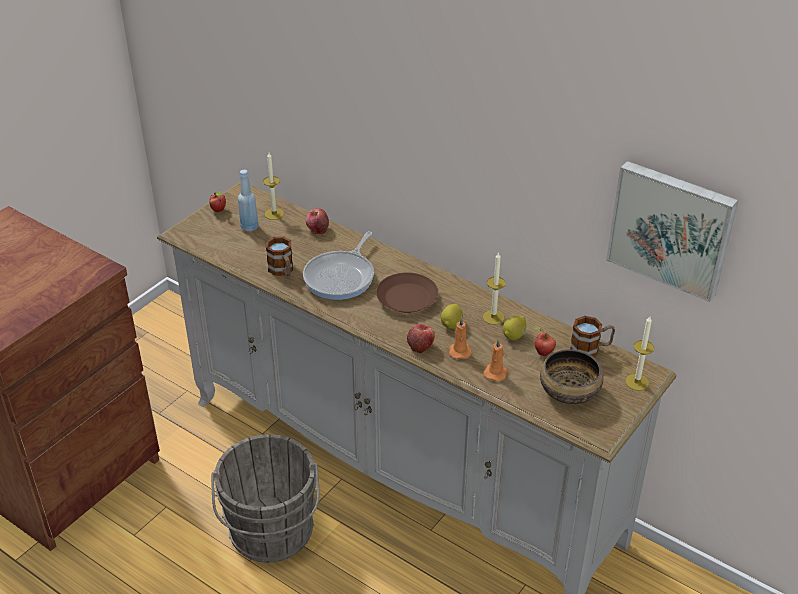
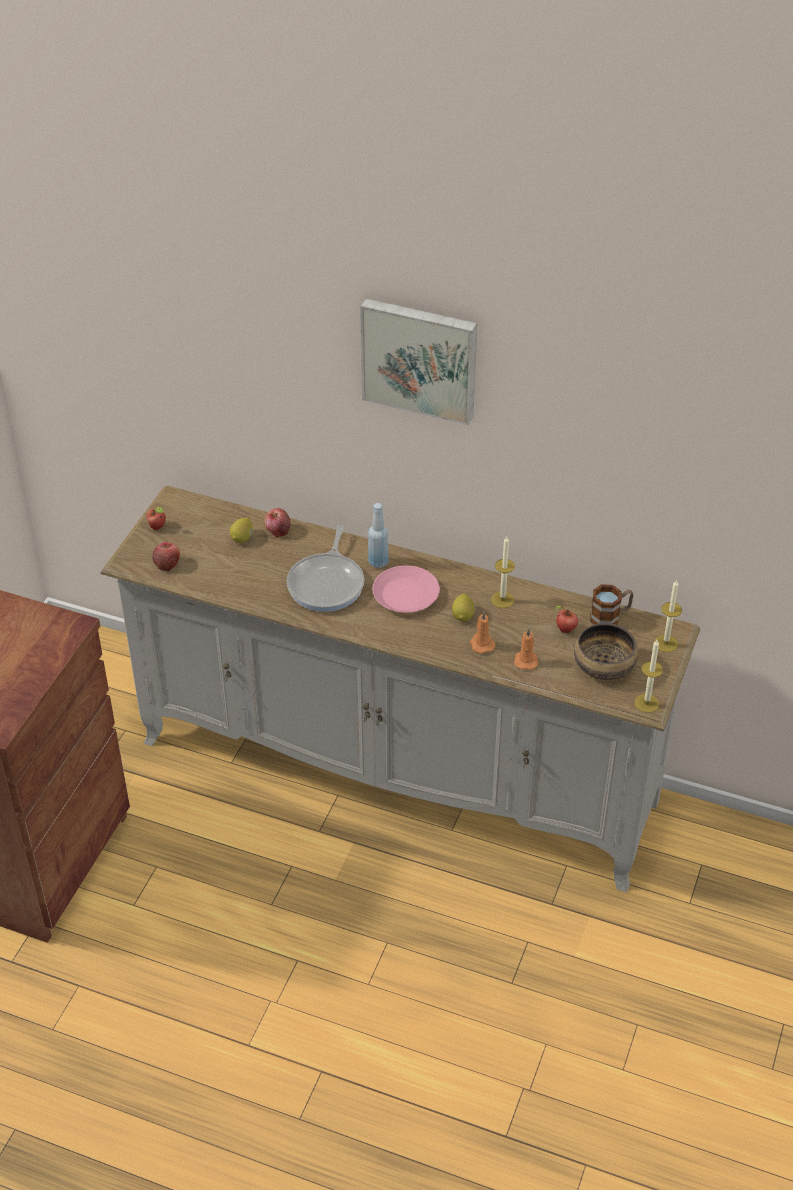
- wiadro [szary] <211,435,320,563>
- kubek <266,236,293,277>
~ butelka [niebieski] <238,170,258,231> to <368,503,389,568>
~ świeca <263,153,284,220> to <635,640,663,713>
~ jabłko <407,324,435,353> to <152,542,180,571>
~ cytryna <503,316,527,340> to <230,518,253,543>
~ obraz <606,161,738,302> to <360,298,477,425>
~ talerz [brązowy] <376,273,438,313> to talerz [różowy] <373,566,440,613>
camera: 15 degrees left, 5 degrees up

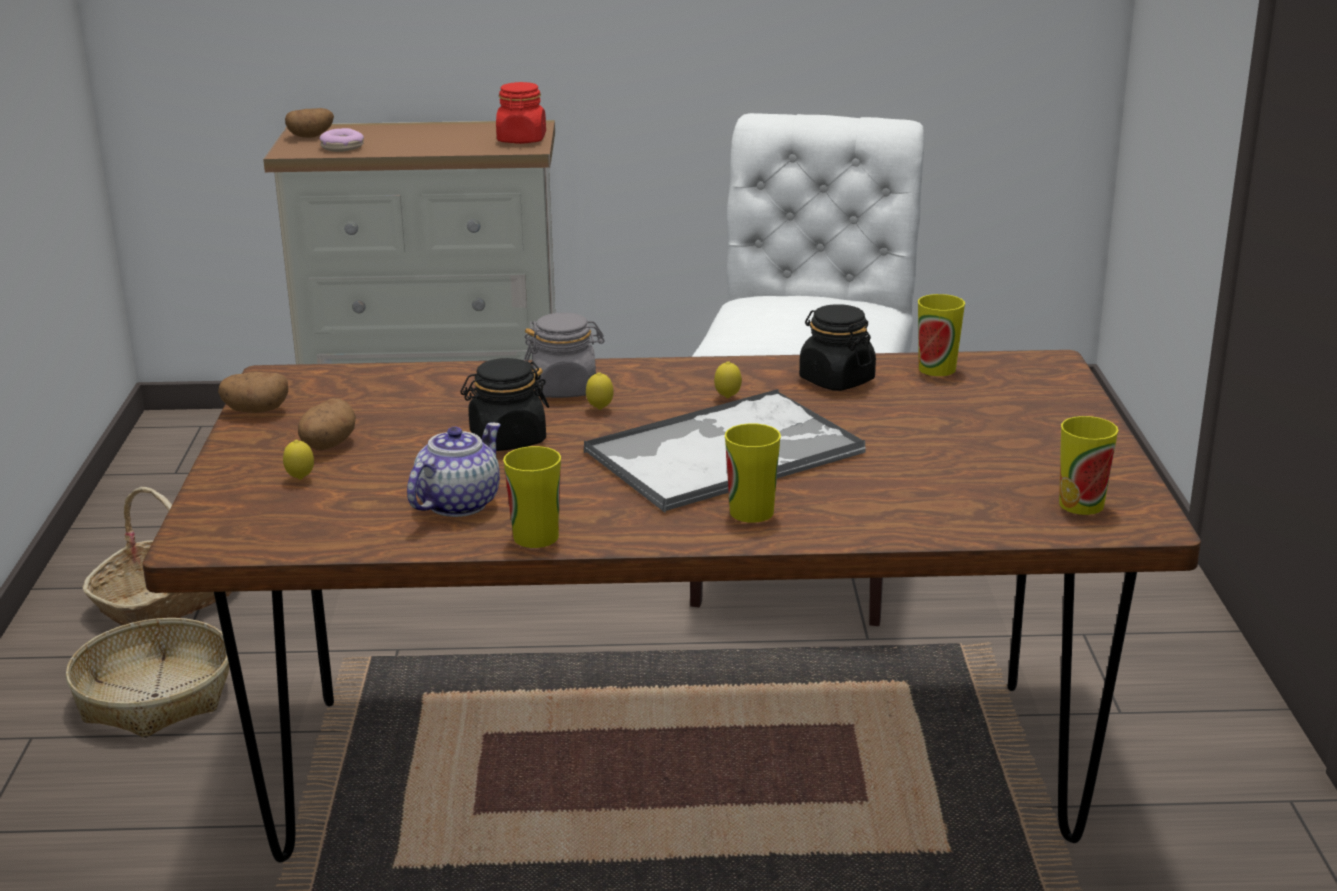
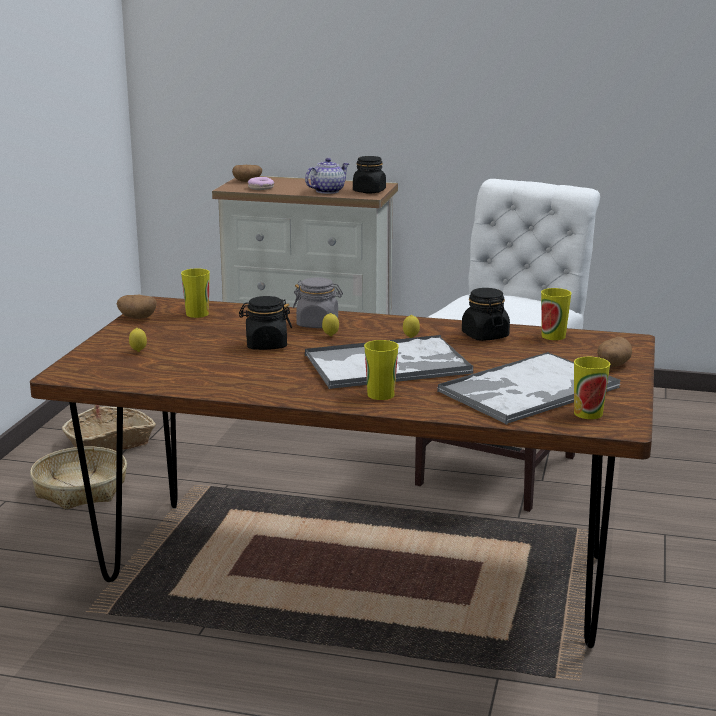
+ taca <437,352,620,424>
~ ziemniak <298,398,356,451> to <597,337,632,368>
~ imbryk <407,422,501,517> to <305,158,349,194>
~ filiżanka <503,446,561,548> to <181,268,210,318>
~ słoik [czerwony] <496,82,546,144> to słoik [czarny] <353,156,386,193>
camera: 15 degrees right, 5 degrees down

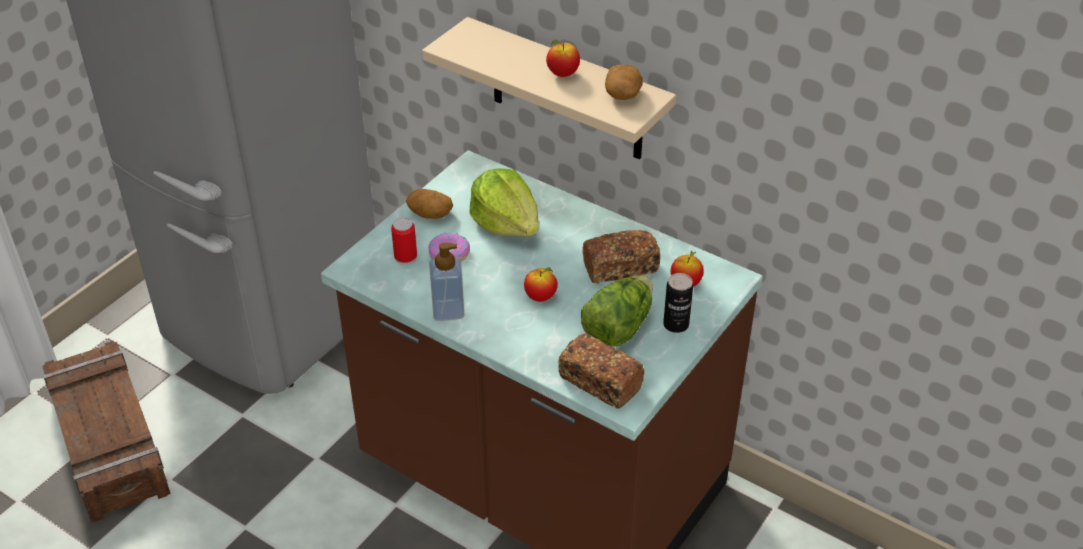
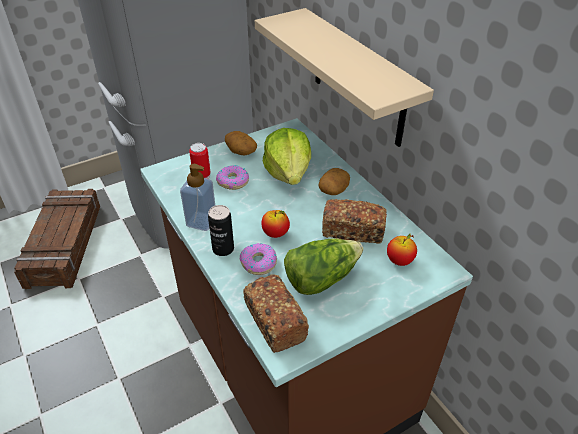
- jabłko <546,40,580,77>
+ donut <240,243,277,275>
~ ziemniak <605,65,643,100> to <319,168,350,195>
~ puszka <663,273,693,333> to <208,205,234,256>
camera: 25 degrees right, 0 degrees up

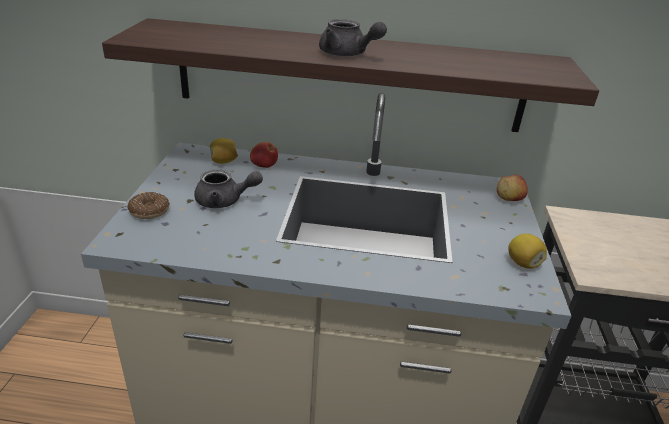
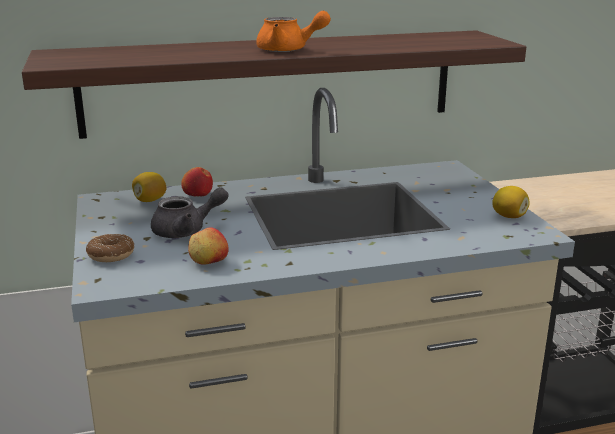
~ jabłko <497,175,528,201> to <188,227,229,265>
~ imbryk [szary] <319,19,387,57> to imbryk [pomarańczowy] <256,11,331,52>
camera: 20 degrees left, 10 degrees down

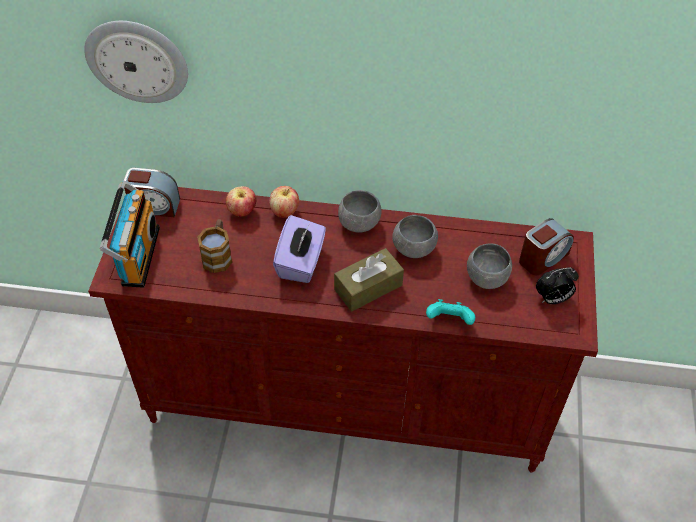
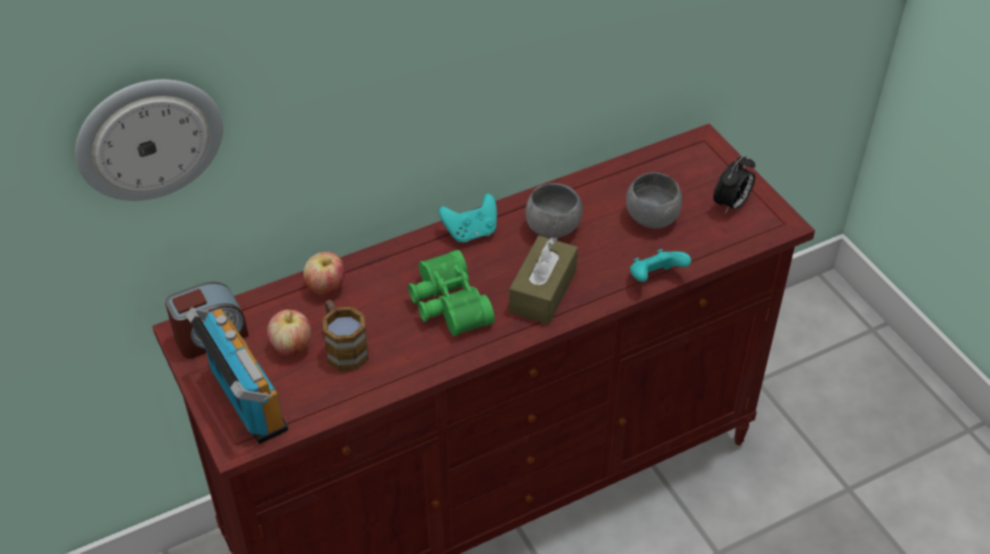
- budzik <519,218,574,275>
~ jabłko <269,186,299,218> to <267,309,311,356>
~ pudełko chusteczek [fioletowy] <273,215,326,283> to lornetka [zielony] <408,250,495,336>
~ miska [szary] <338,190,382,233> to pad do gier [turkusowy] <439,194,497,242>
camera: 35 degrees left, 5 degrees down

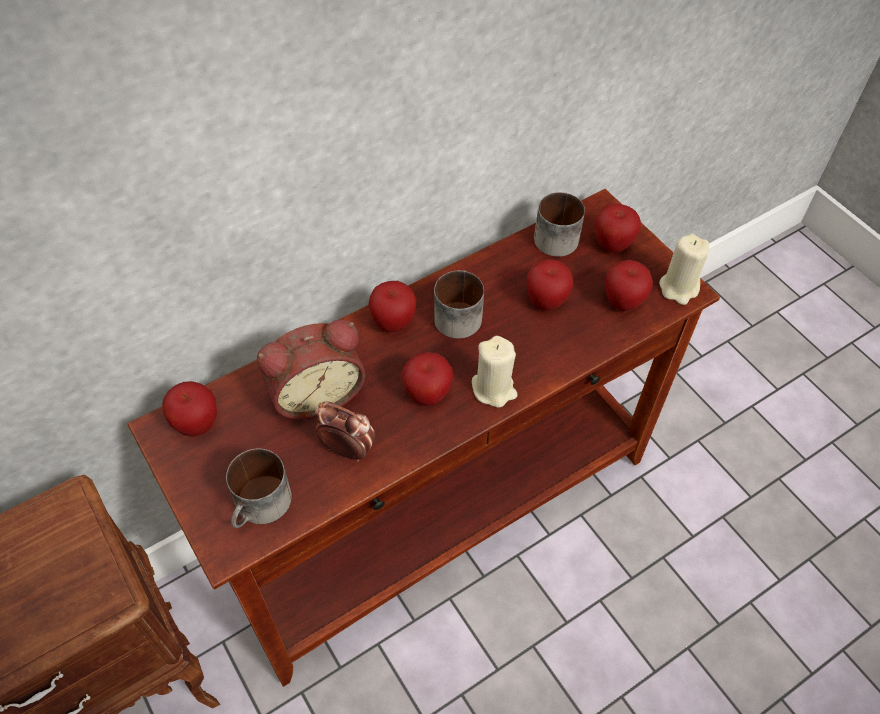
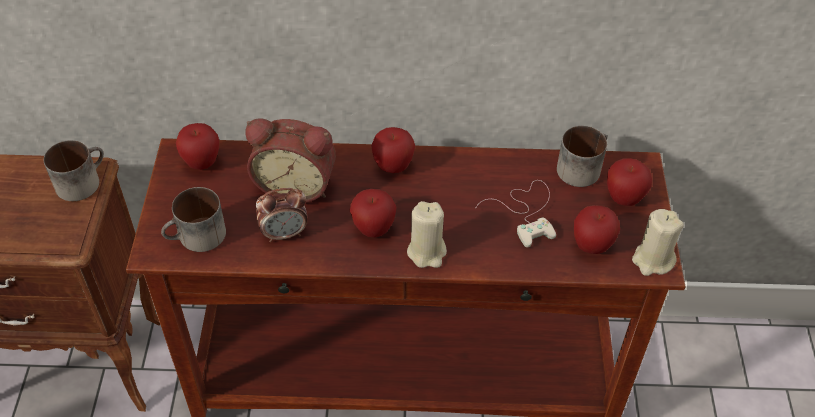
~ kubek <434,270,484,339> to <44,140,104,201>
~ jabłko <527,259,573,311> to pad do gier [biały] <475,180,556,248>
~ budzik <315,401,375,462> = <256,188,308,243> 105 degrees clockwise
camera: 35 degrees right, 5 degrees down

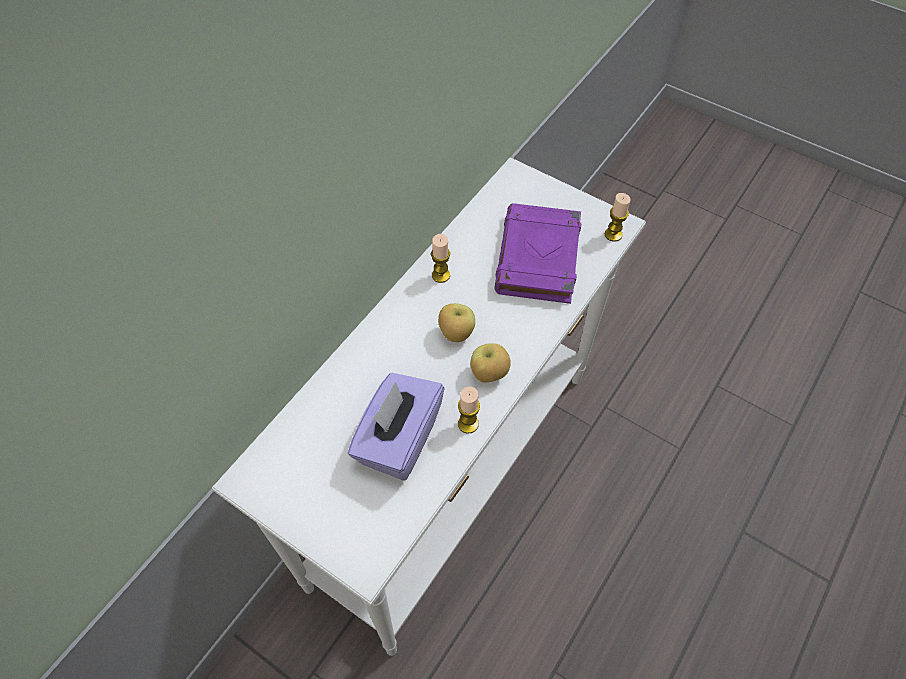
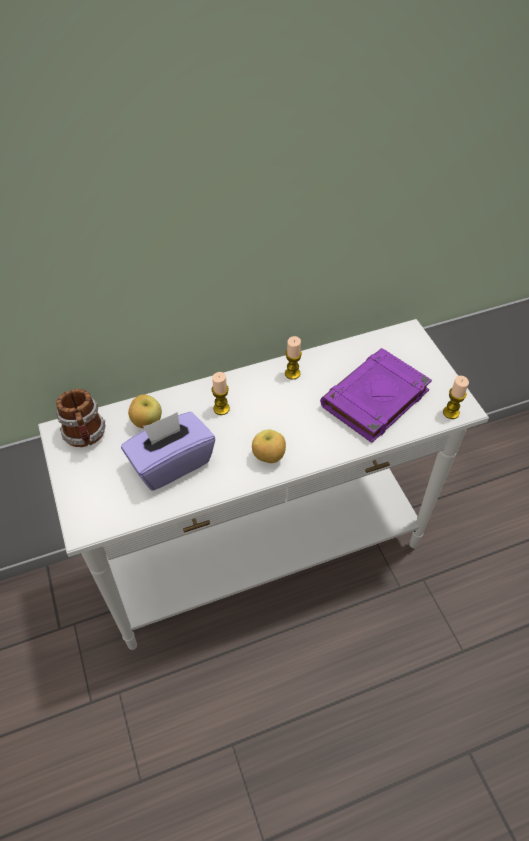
+ kubek <55,389,106,447>
~ jabłko <438,303,475,342> to <128,395,162,428>
~ świeca <458,386,480,433> to <211,372,230,415>
camera: 35 degrees right, 5 degrees down

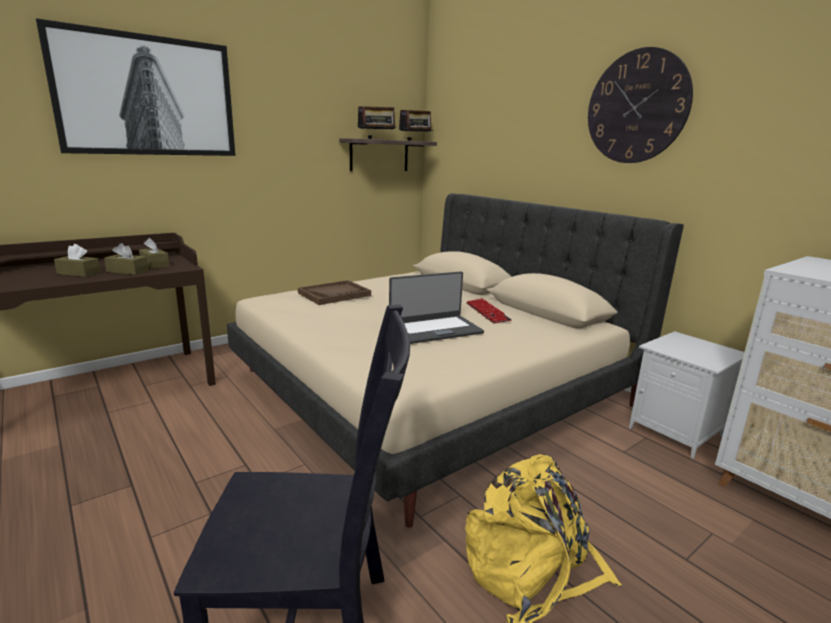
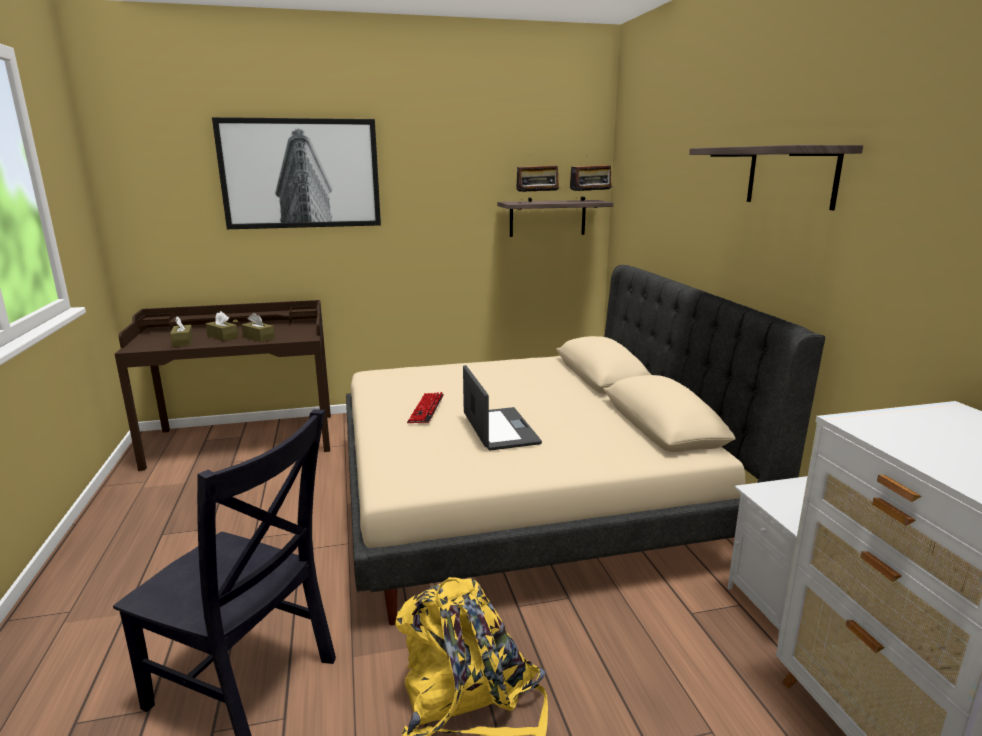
- taca [brązowy] <298,280,371,305>
~ pudełko chusteczek [brązowy] <139,238,170,269> to <170,316,193,347>
~ klawiatura <466,298,512,324> to <407,392,444,423>
~ zegar ścienny <588,47,693,163> to półka <689,145,863,210>
~ laptop <389,271,484,344> = <463,365,542,451> 105 degrees counterclockwise
camera: 25 degrees right, 0 degrees up

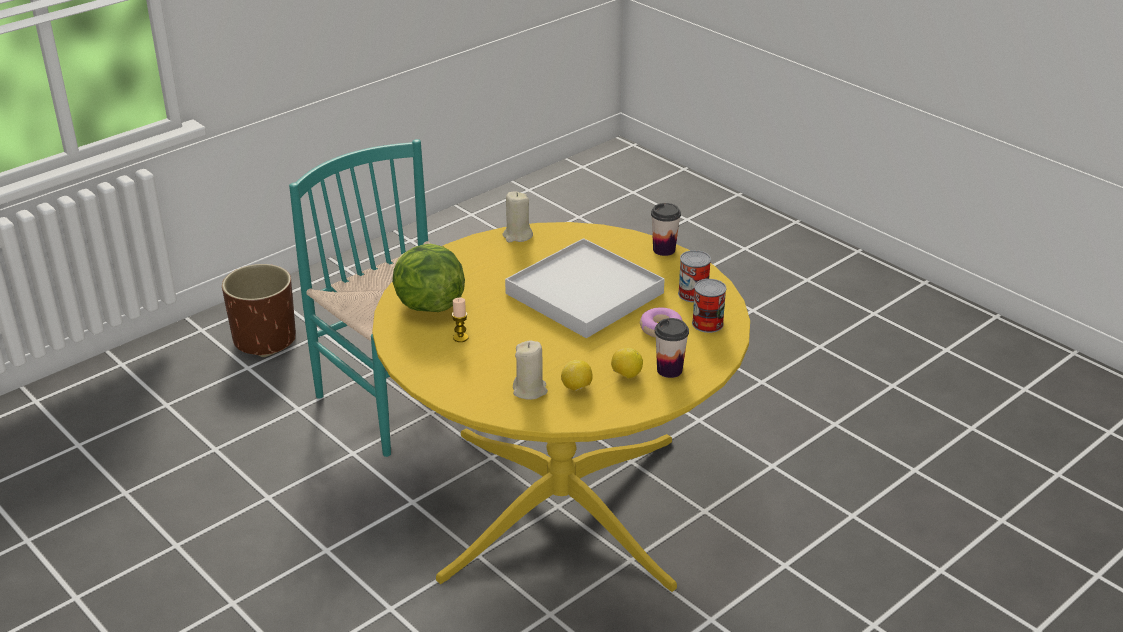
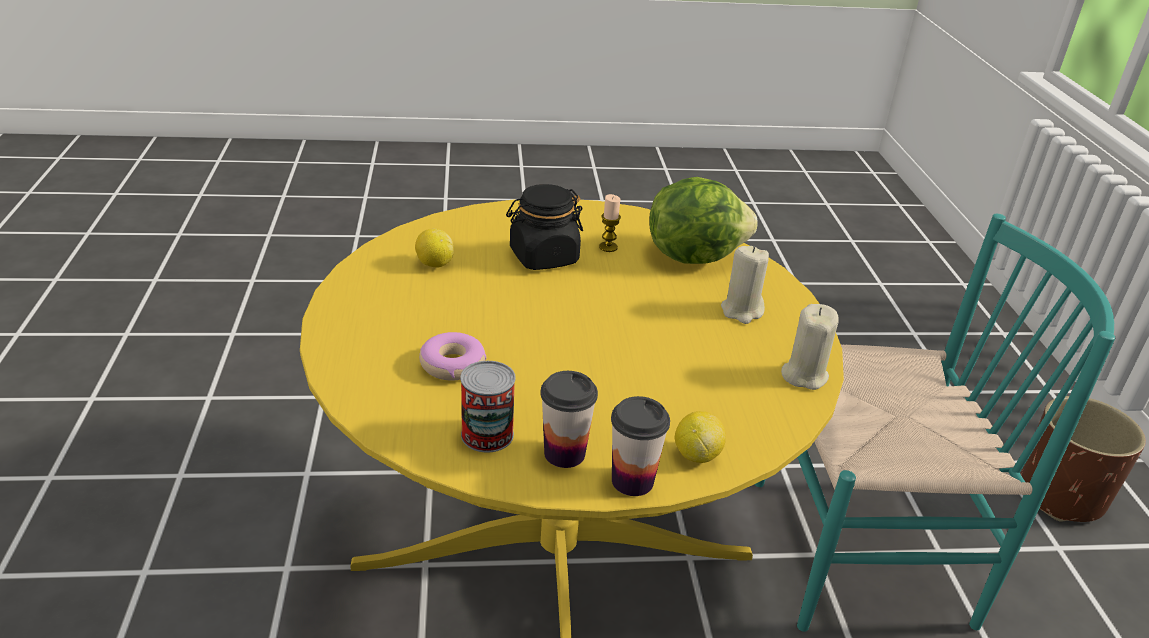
- taca [biały] <505,238,665,338>
- puszka <692,279,726,333>
+ słoik [czarny] <506,184,583,270>
~ świeca [beżowy] <513,341,548,400> to <721,246,769,324>
~ cytryna <611,348,643,379> to <675,411,726,463>
~ filiżanka <655,318,689,378> to <540,371,598,468>
camera: 125 degrees right, 0 degrees up

